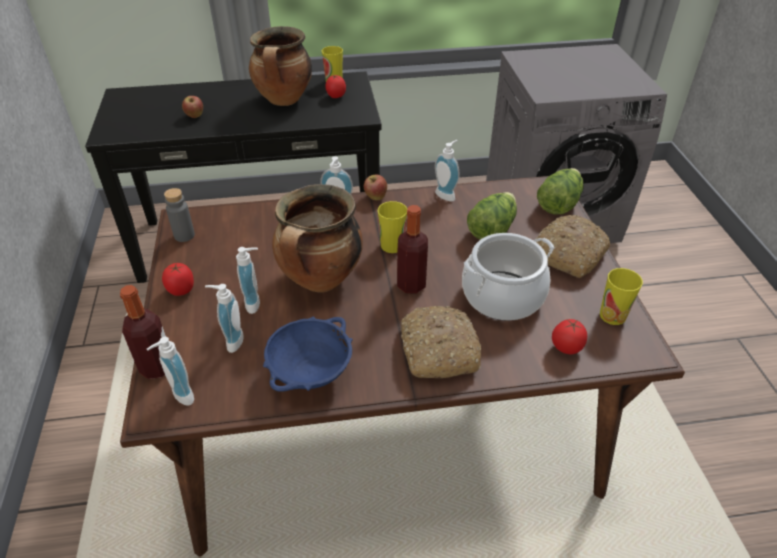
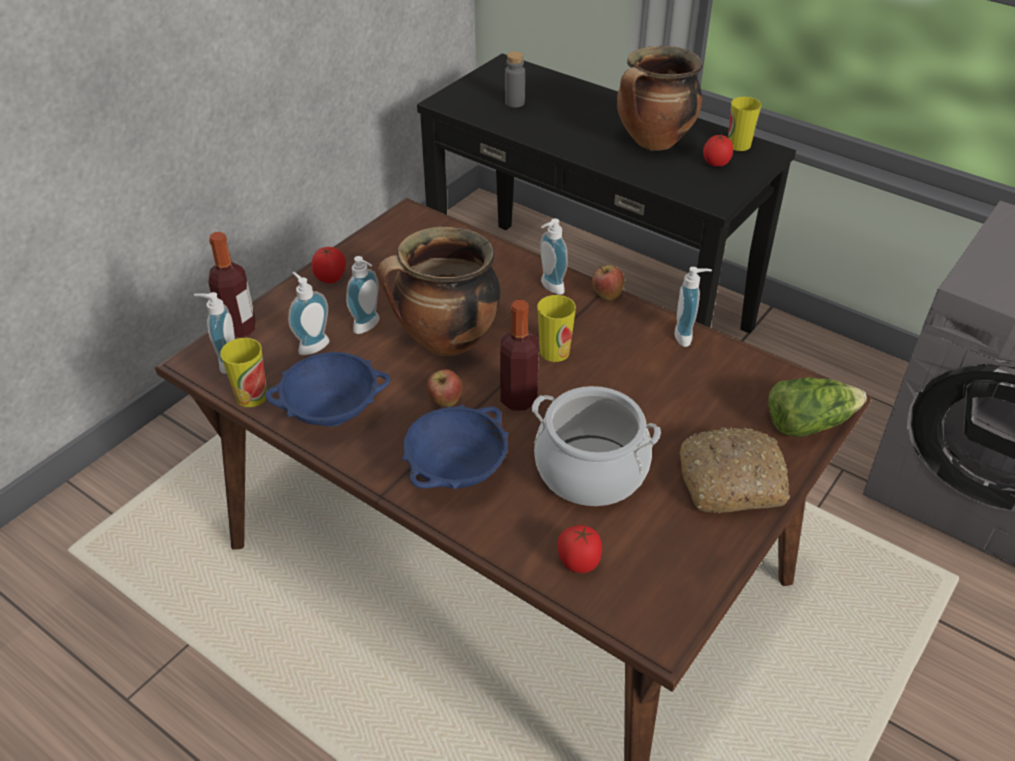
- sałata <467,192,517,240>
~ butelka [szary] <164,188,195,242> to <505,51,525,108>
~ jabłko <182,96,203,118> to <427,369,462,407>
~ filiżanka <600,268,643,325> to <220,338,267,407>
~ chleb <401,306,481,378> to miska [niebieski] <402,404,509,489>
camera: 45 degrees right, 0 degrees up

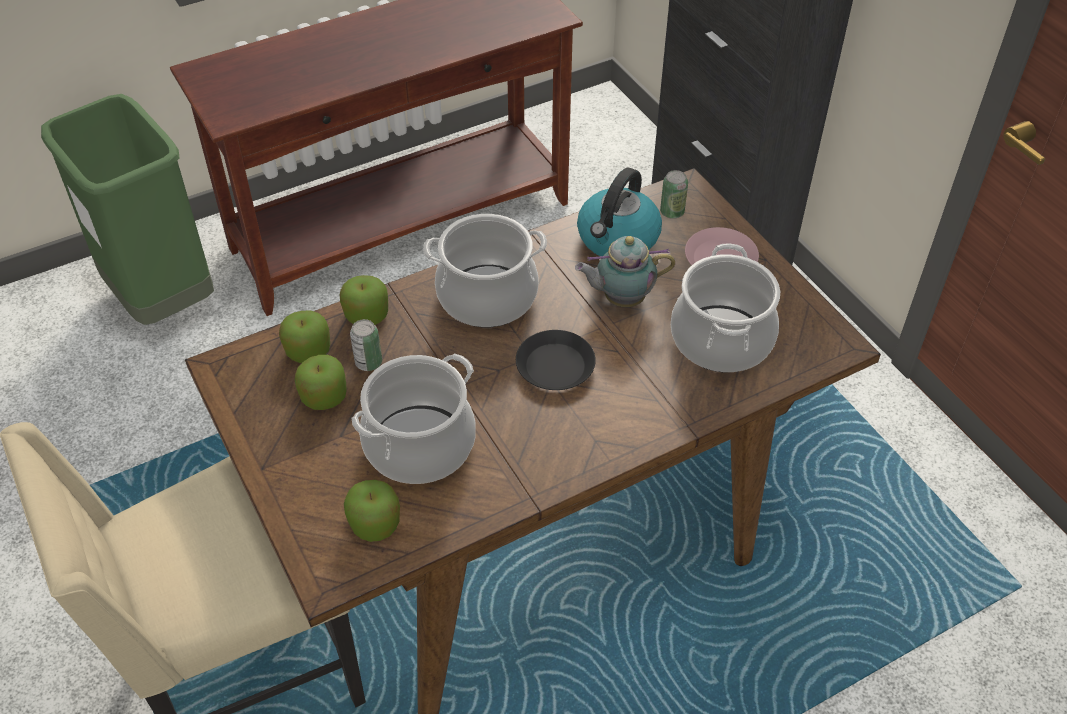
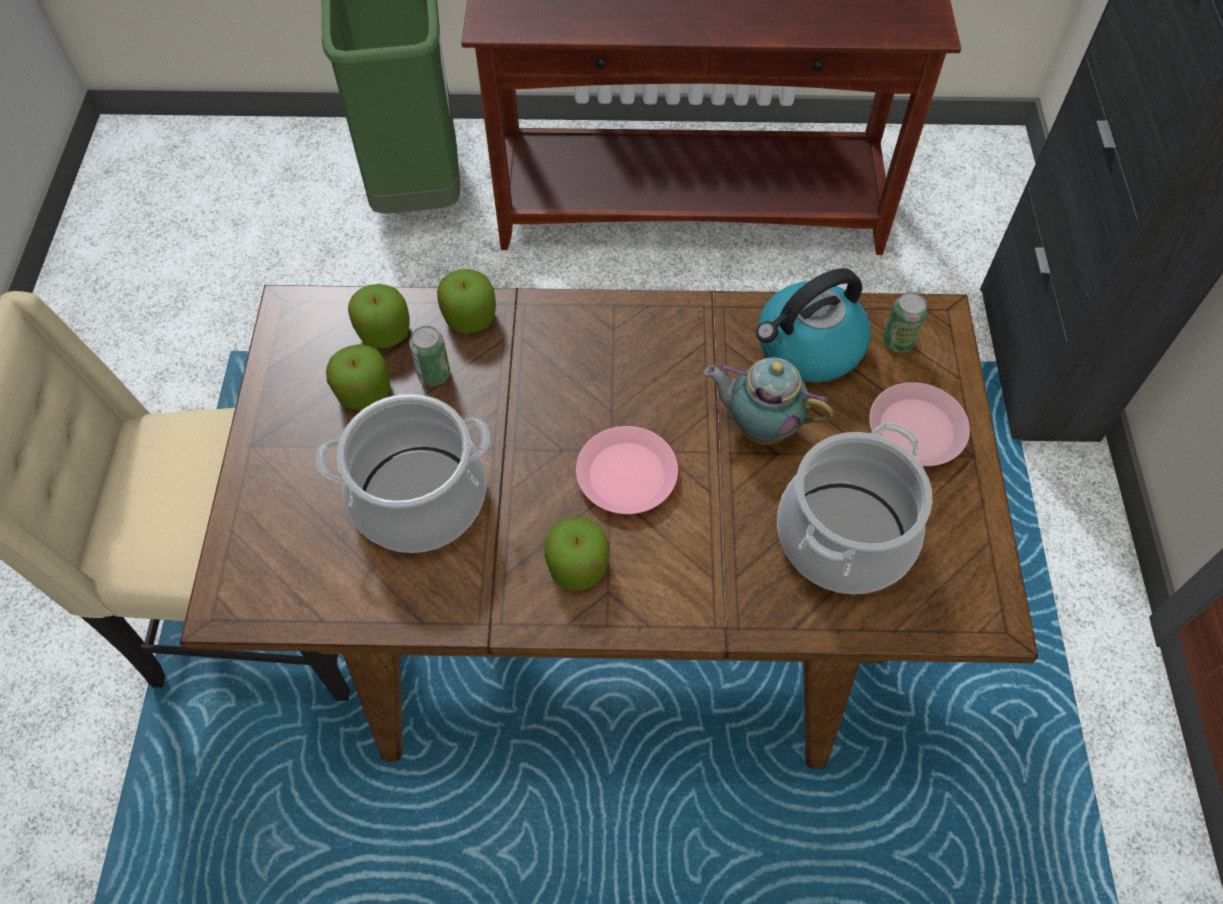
- garnek <423,214,547,327>
~ jabłko <344,480,400,542> to <544,517,610,591>
~ talerz [czarny] <516,330,596,390> to talerz [różowy] <576,426,678,514>
camera: 30 degrees right, 10 degrees up

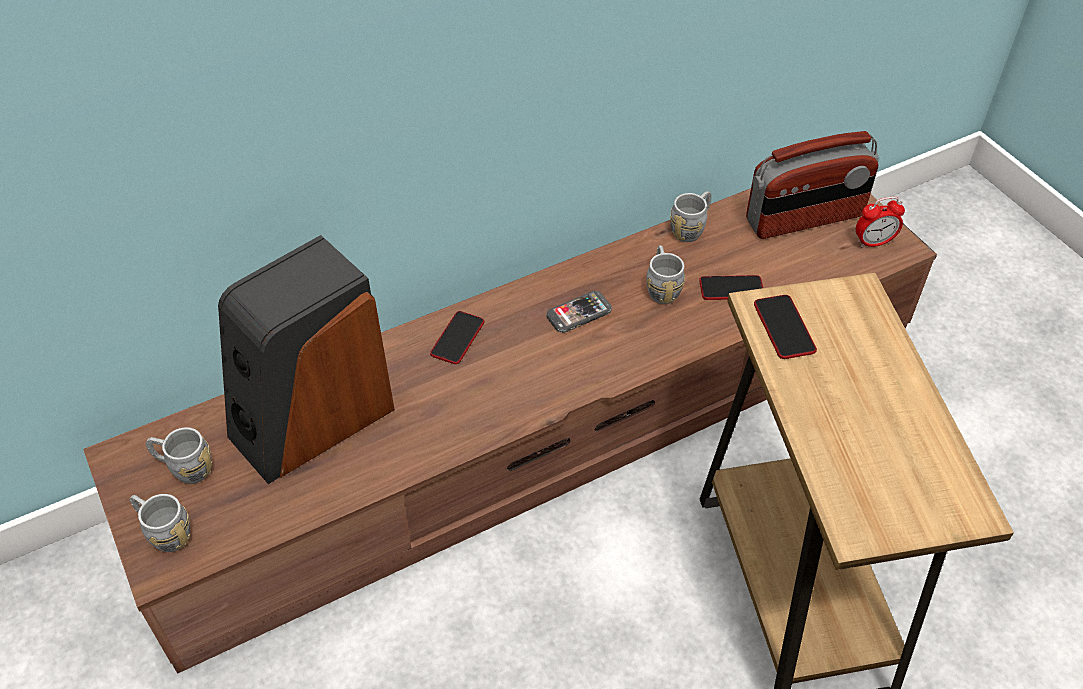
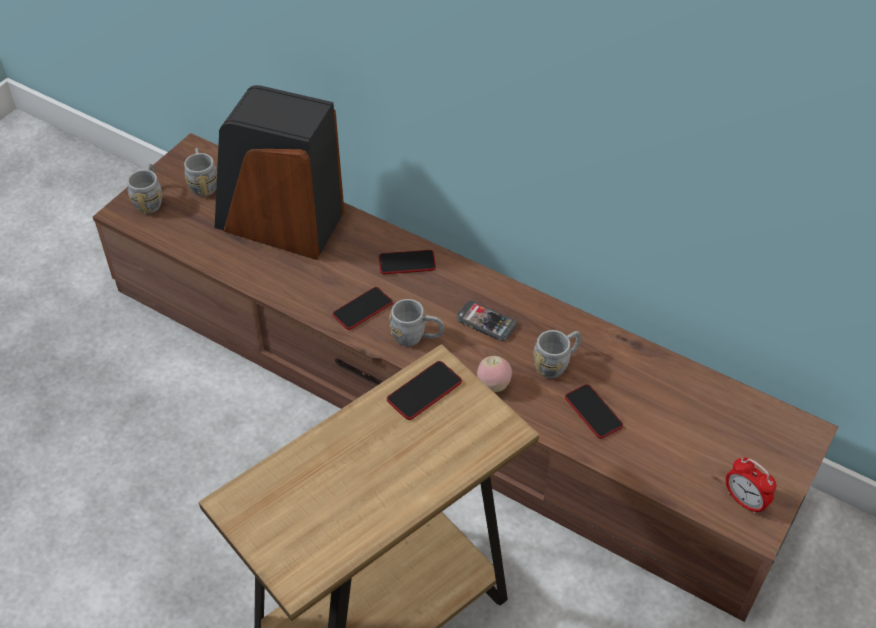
- radio <746,131,878,239>
+ telefon <332,287,393,330>
+ jabłko <477,356,512,392>
~ kubek [szary] <670,191,711,242> to <389,299,444,346>
camera: 60 degrees right, 0 degrees up

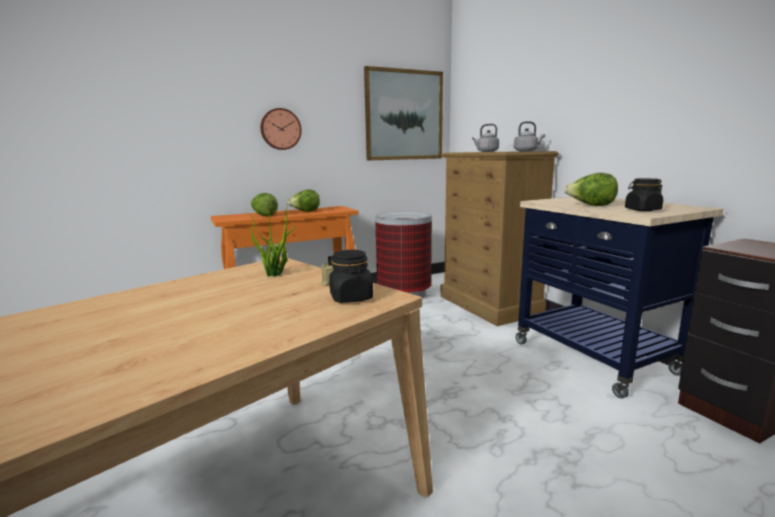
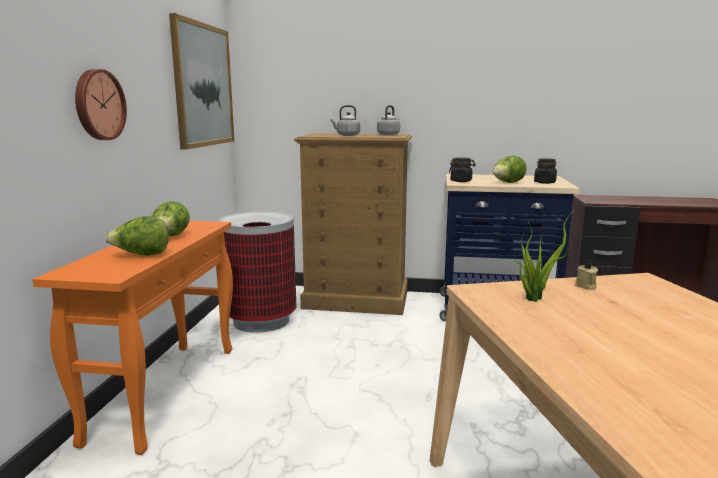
~ słoik [czarny] <329,250,373,303> to <449,157,476,182>
camera: 55 degrees left, 0 degrees up

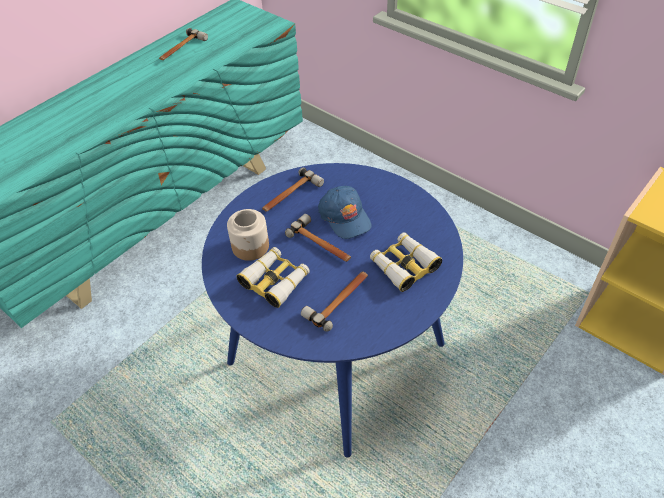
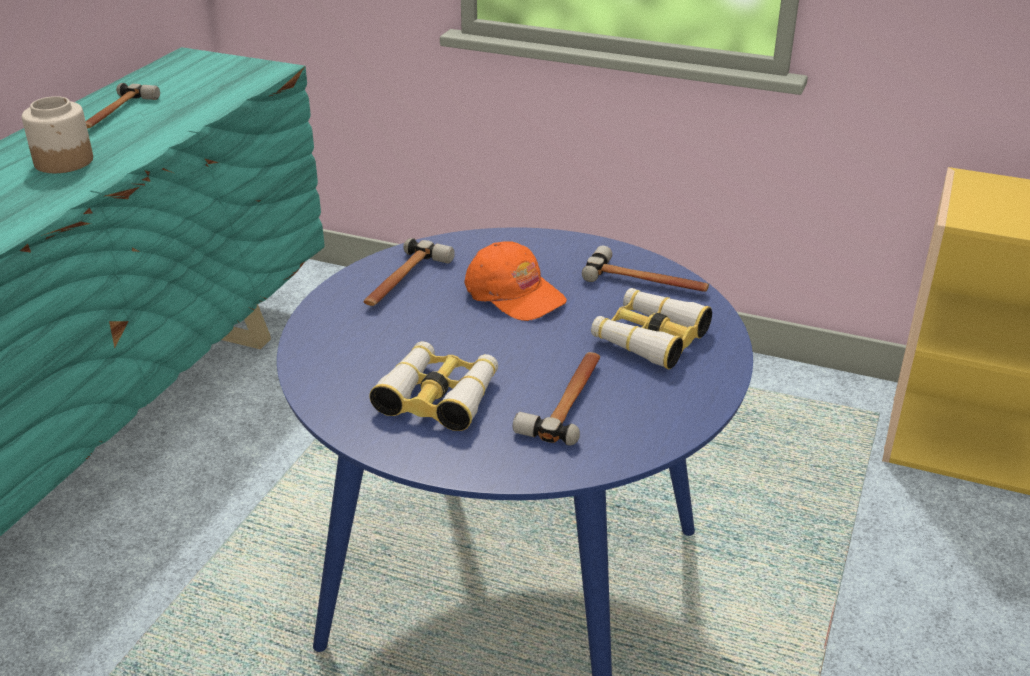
~ słoik <227,209,269,261> to <22,96,93,173>
~ młotek <285,214,351,262> to <582,246,709,292>
~ czapka z daszkiem [niebieski] <318,186,372,239> to czapka z daszkiem [pomarańczowy] <464,241,567,321>
camera: 20 degrees left, 15 degrees down

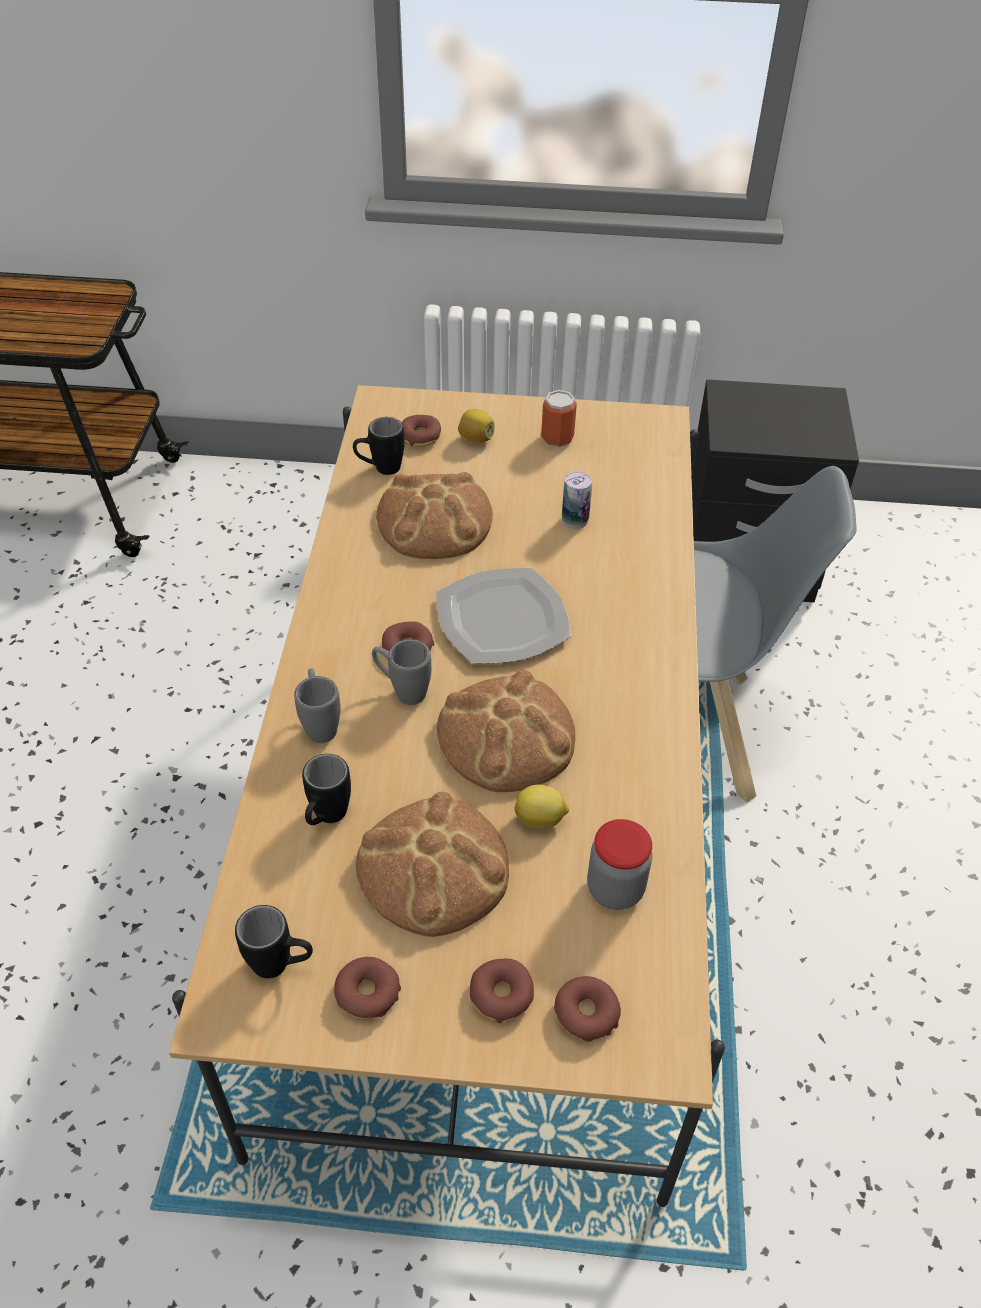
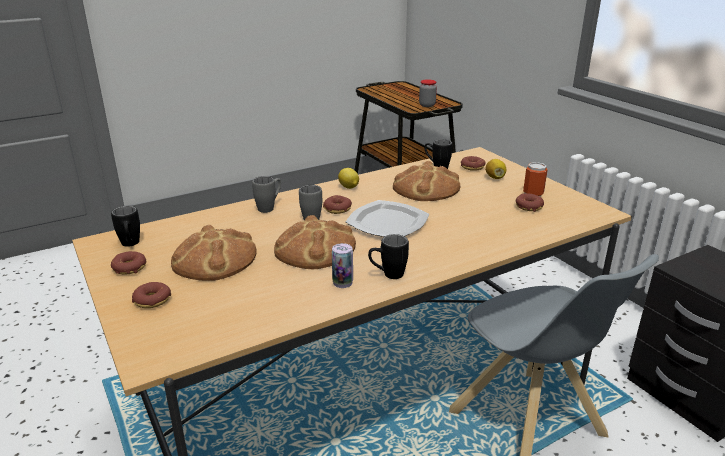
~ kubek [czarny] <302,754,351,825> to <368,234,409,279>
~ cytryna <514,785,569,828> to <338,168,359,189>
~ donut <554,976,621,1042> to <516,193,544,212>
~ puszka <562,472,592,529> to <332,243,353,288>
~ słoik <587,819,652,910> to <419,79,437,107>
camera: 55 degrees right, 20 degrees down

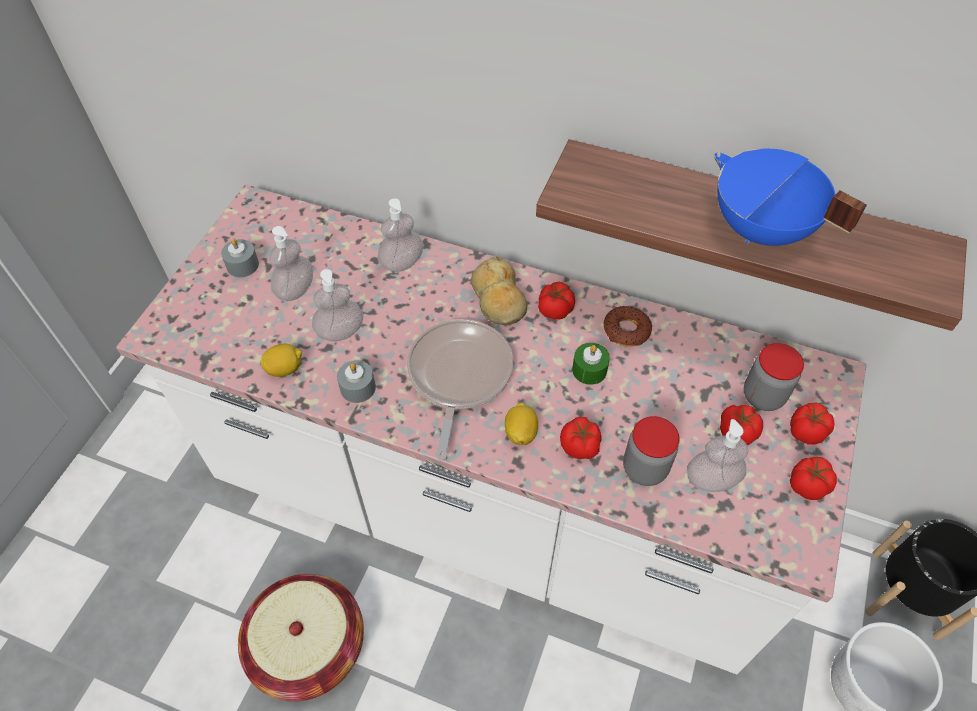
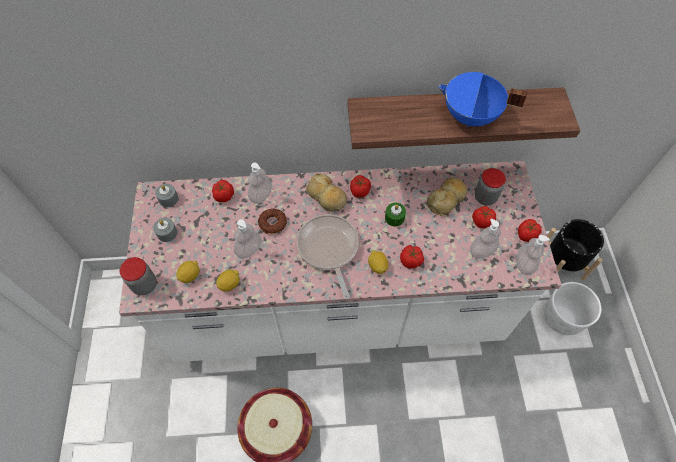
+ cytryna <176,261,199,283>
+ chleb <427,177,467,216>
~ dozownik mydła <269,226,313,301> to <516,235,550,275>
~ świeca [szary] <337,360,376,403> to <155,184,179,207>
~ donut <604,306,652,346> to <258,209,287,234>
~ słoik <623,416,680,486> to <120,257,157,295>
~ pomidor <790,402,834,445> to <212,180,234,202>
camera: 25 degrees left, 5 degrees up

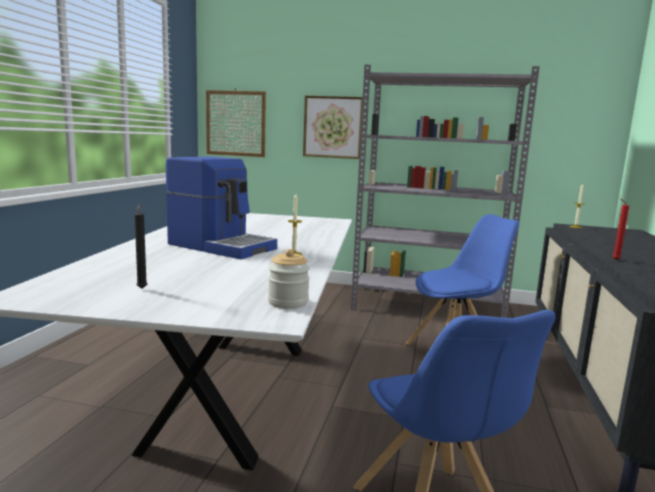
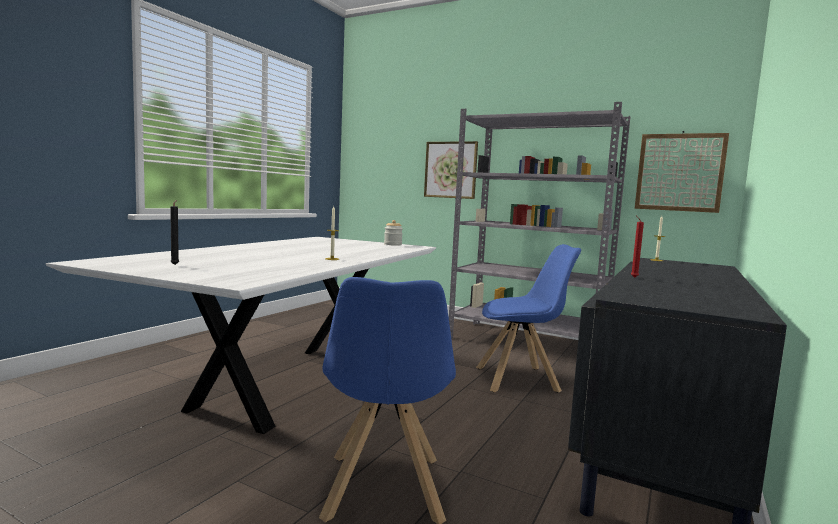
- ekspres do kawy <166,157,277,259>
~ obraz <206,89,266,157> to <635,131,729,213>
~ słoik <268,249,310,309> to <384,220,403,246>
camera: 15 degrees right, 5 degrees down

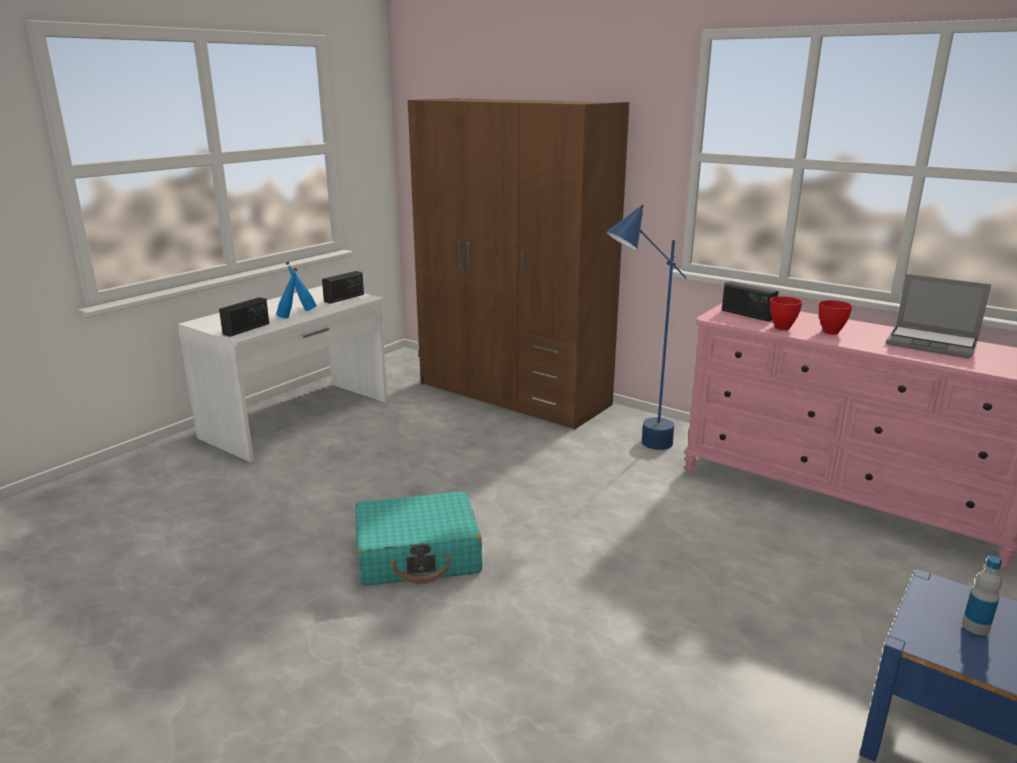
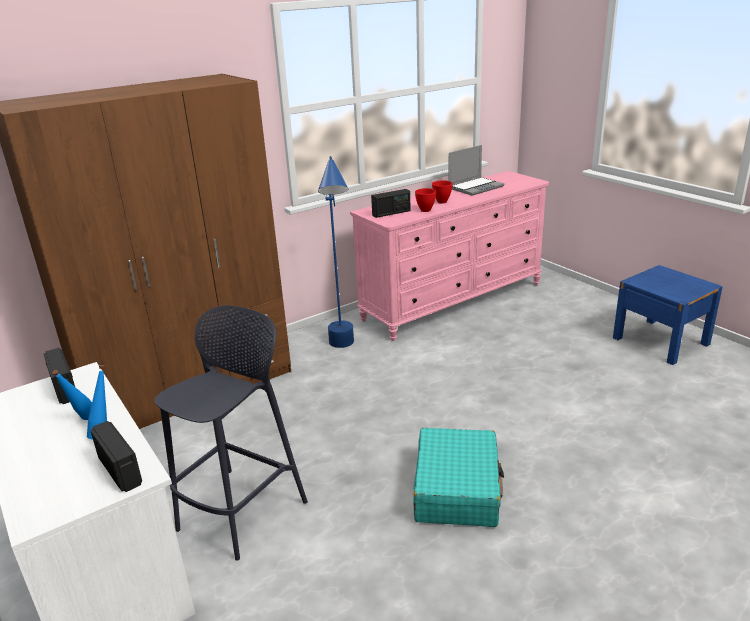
- butelka <962,556,1002,635>
+ stołek [szary] <155,305,308,561>
camera: 70 degrees left, 5 degrees up

